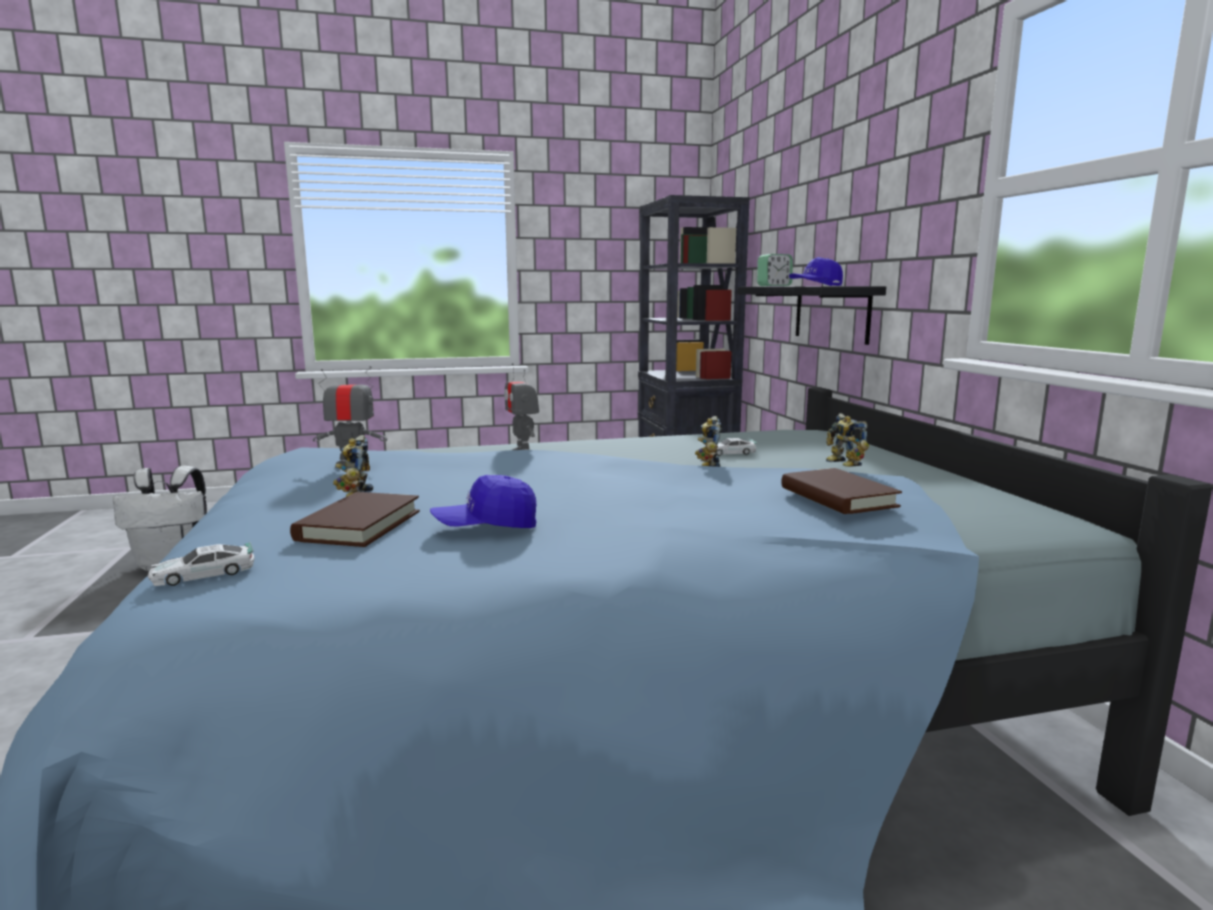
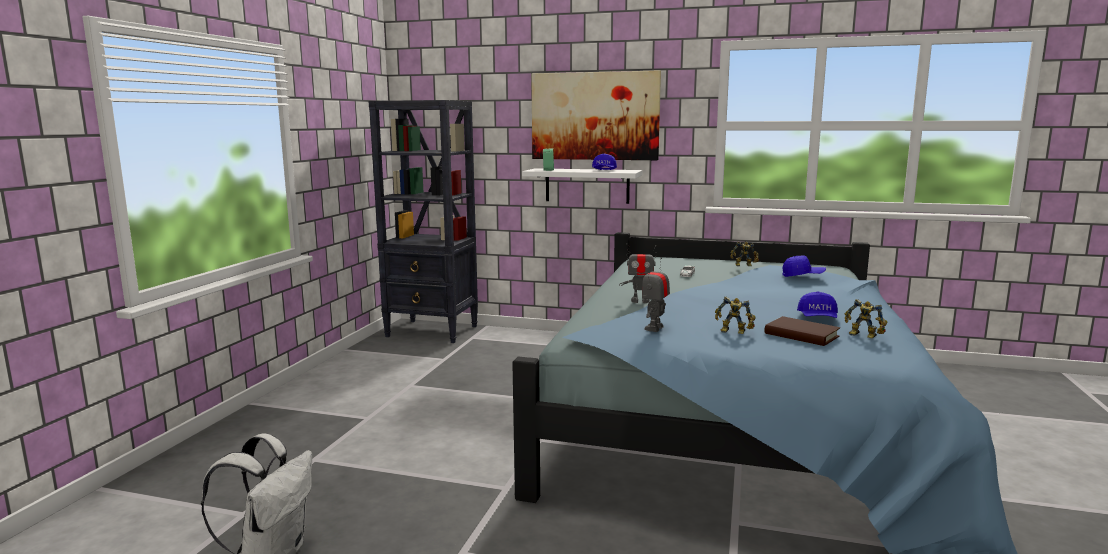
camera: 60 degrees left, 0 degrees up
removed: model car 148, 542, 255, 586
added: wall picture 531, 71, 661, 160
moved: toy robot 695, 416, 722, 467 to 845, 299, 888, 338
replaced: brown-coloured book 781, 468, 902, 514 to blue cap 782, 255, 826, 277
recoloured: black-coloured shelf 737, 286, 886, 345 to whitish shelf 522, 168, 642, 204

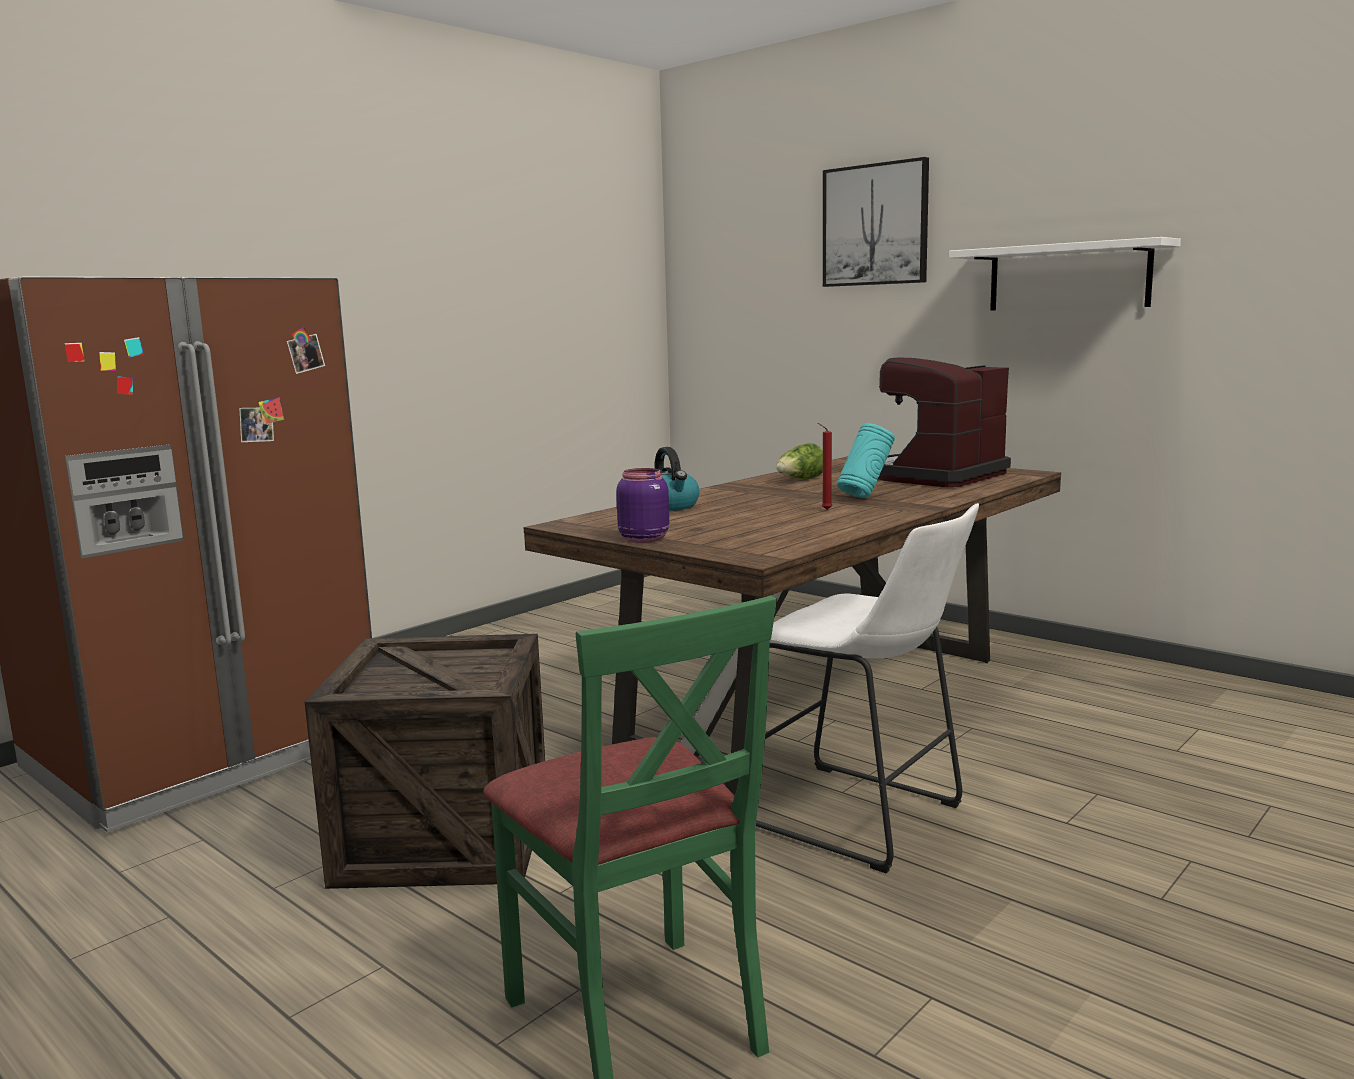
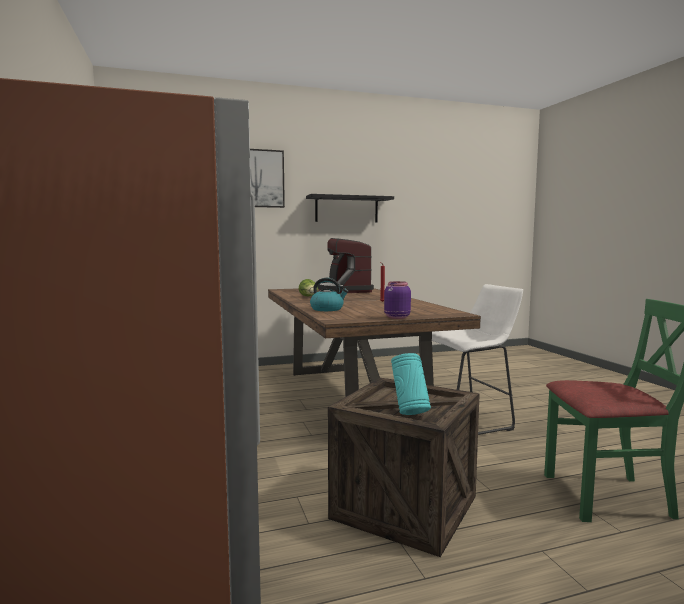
camera: 60 degrees left, 5 degrees down
moved: turquoise decorative vase 837, 423, 895, 498 to 391, 353, 431, 415
recoloured: whitish shelf 949, 237, 1181, 311 to black-coloured shelf 306, 194, 394, 222

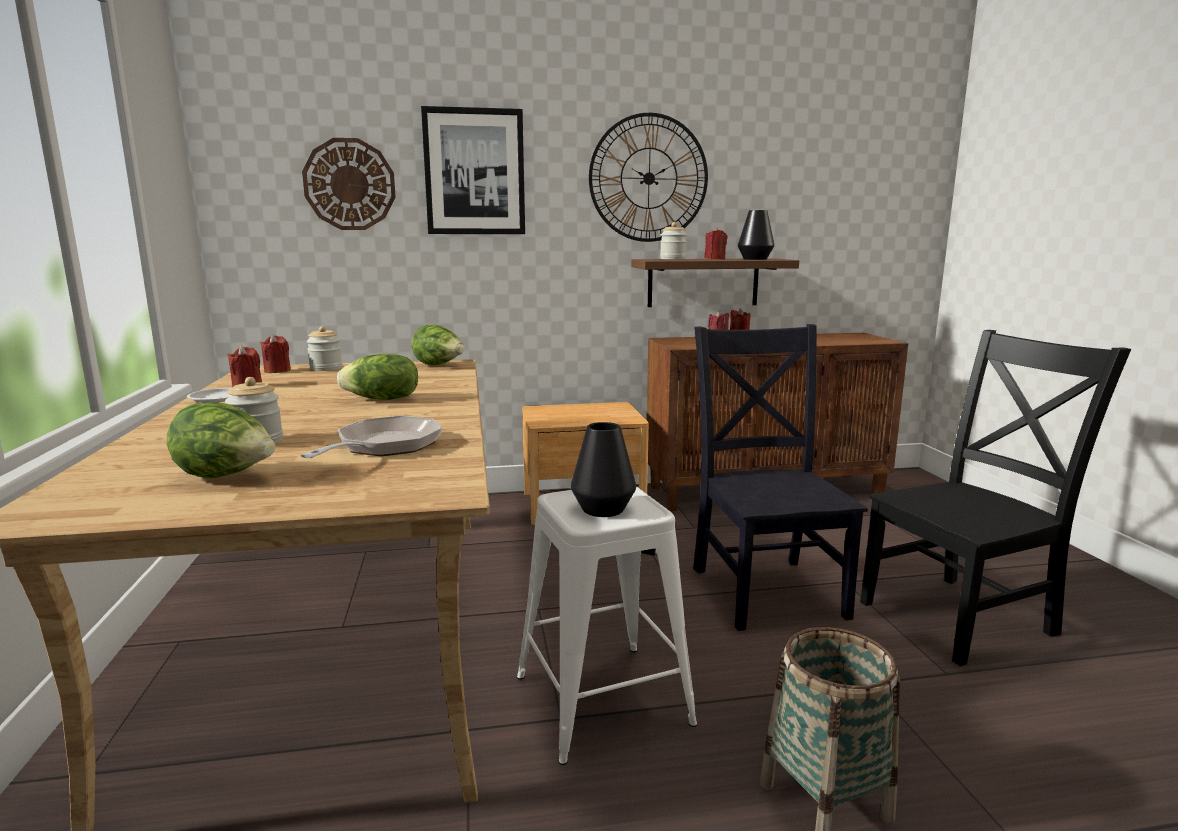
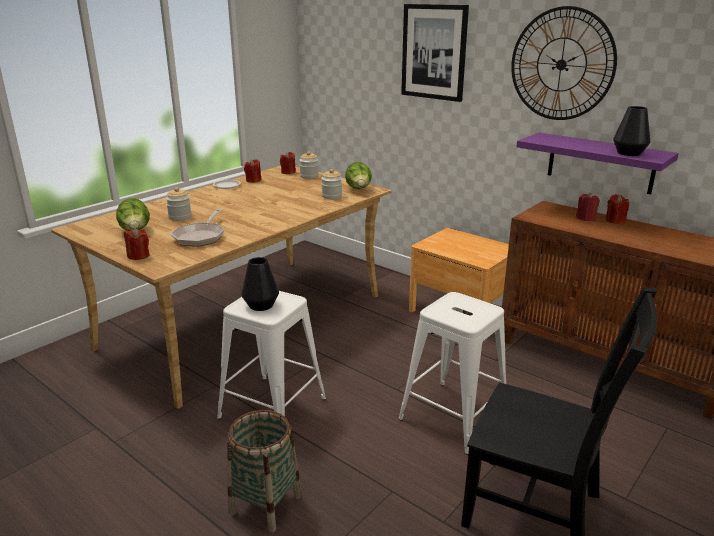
camera: 50 degrees right, 10 degrees up
removed: hanging clock 302, 138, 396, 230; head of lettuce 337, 354, 418, 400
moved: red-coloured wax light 704, 228, 727, 259 to 124, 228, 149, 260; jar 660, 222, 687, 260 to 321, 169, 342, 199
replaced: black-coloured plain chair 693, 324, 868, 631 to whitish sitting stool 398, 292, 506, 454
recoloured: brown-coloured shelf 631, 258, 799, 307 to purple-coloured shelf 517, 133, 679, 194
turned: frying pan 300, 416, 442, 458 = 171, 209, 225, 247 120 degrees clockwise

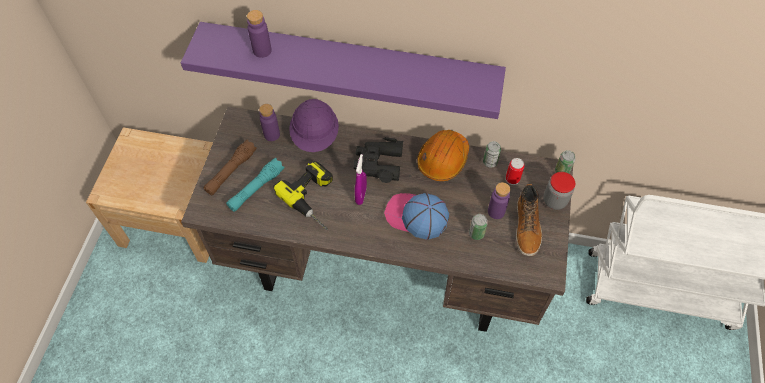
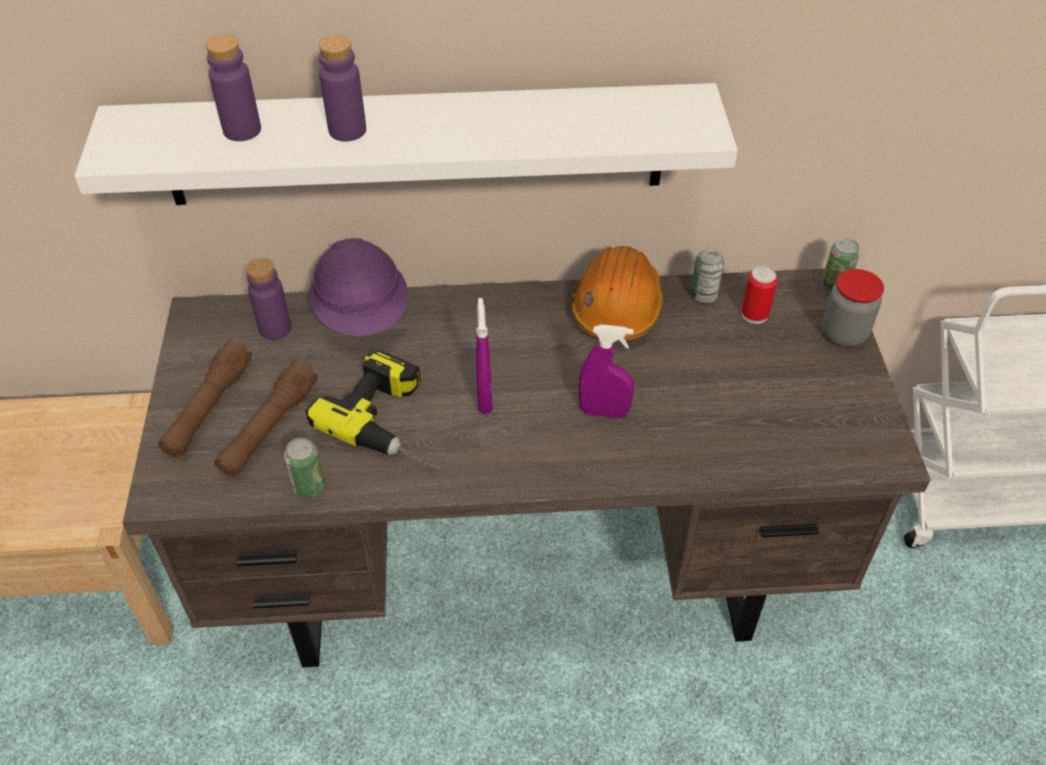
camera: 15 degrees left, 10 degrees down
removed: black-coloured pair of binoculars 354, 137, 403, 183; high-top boot 516, 184, 542, 256
moved: sealed can 469, 214, 488, 240 to 284, 438, 325, 498; purple-coloured drink bottle 488, 182, 510, 219 to 318, 35, 366, 141
replaced: cap 384, 193, 449, 240 to purple-coloured hand sprayer 578, 325, 634, 418
recoloured: purple-coloured shelf 181, 22, 506, 119 to whitish shelf 74, 83, 738, 205; turquoise torch 226, 158, 285, 212 to brown-coloured torch 214, 360, 318, 478

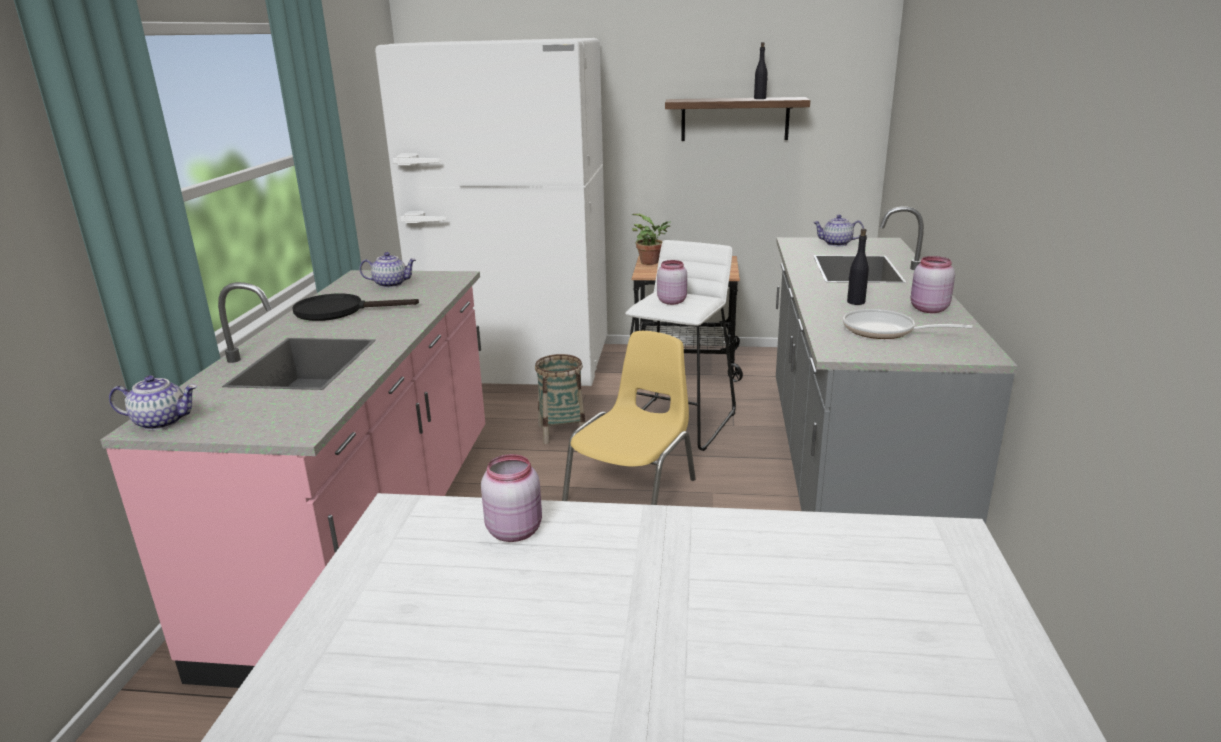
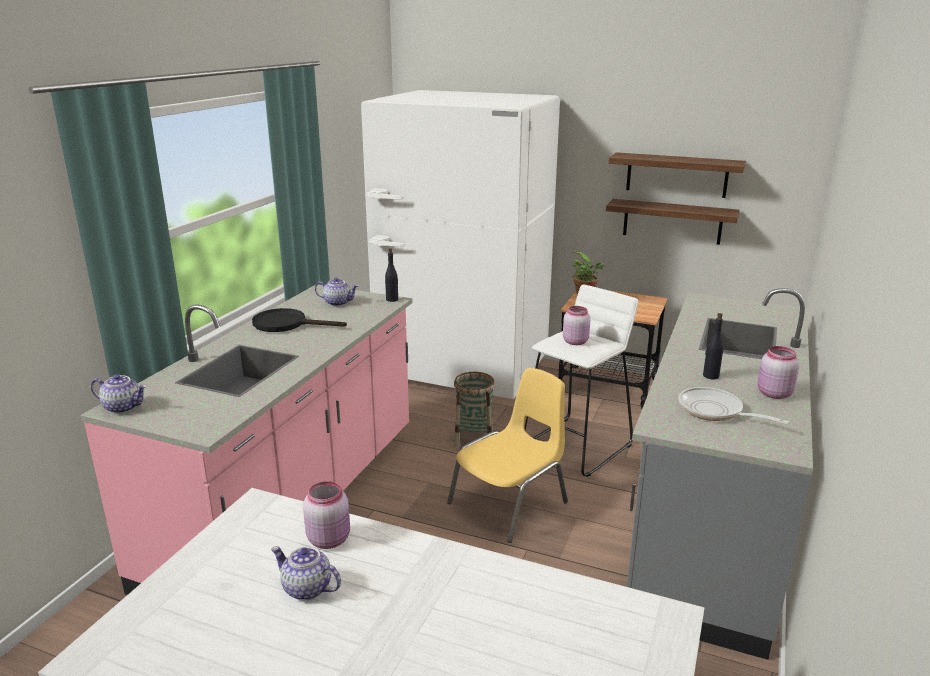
camera: 15 degrees right, 0 degrees up
added: shelf 606, 199, 740, 245
moved: teapot 813, 215, 864, 246 to 271, 546, 341, 601; black-coloured drink bottle 754, 42, 767, 99 to 385, 248, 398, 302

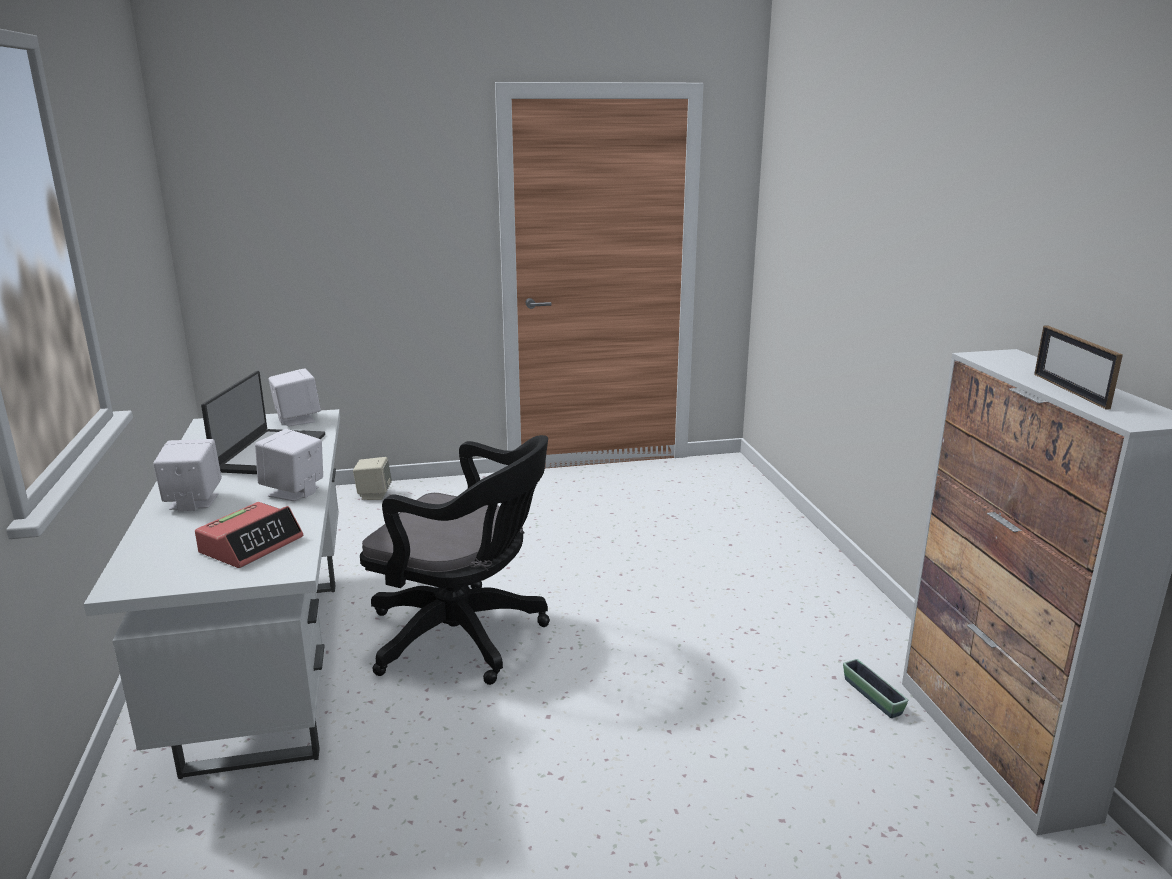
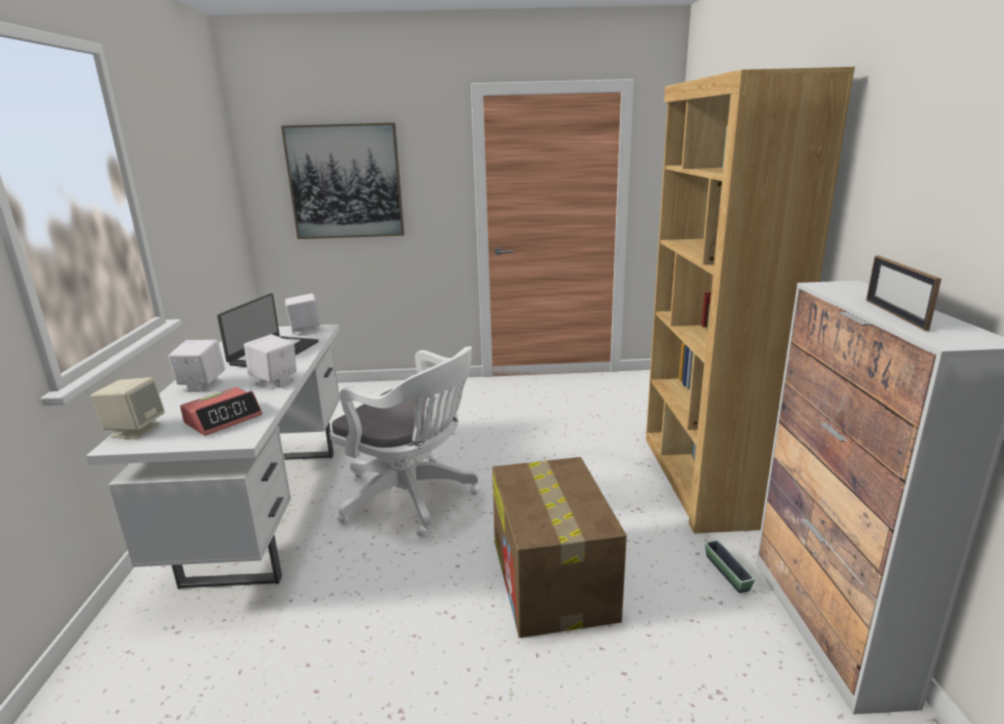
camera: 10 degrees right, 0 degrees up
added: wall picture 281, 123, 404, 239; carton 492, 457, 627, 638; brown-coloured shelving unit 646, 67, 855, 534
moved: beige-coloured audio speaker 353, 457, 392, 500 to 91, 377, 165, 440
recoloured: black-coloured office chair 360, 435, 550, 685 to whitish office chair 330, 346, 479, 537

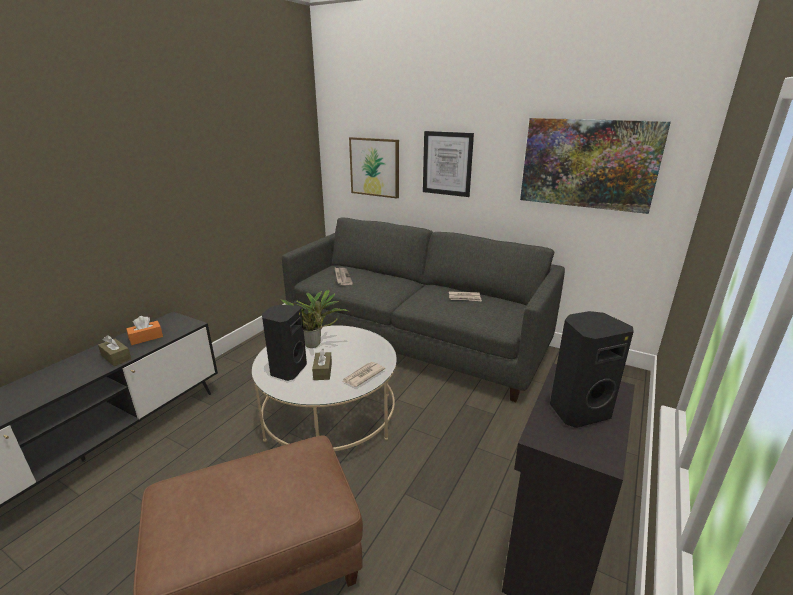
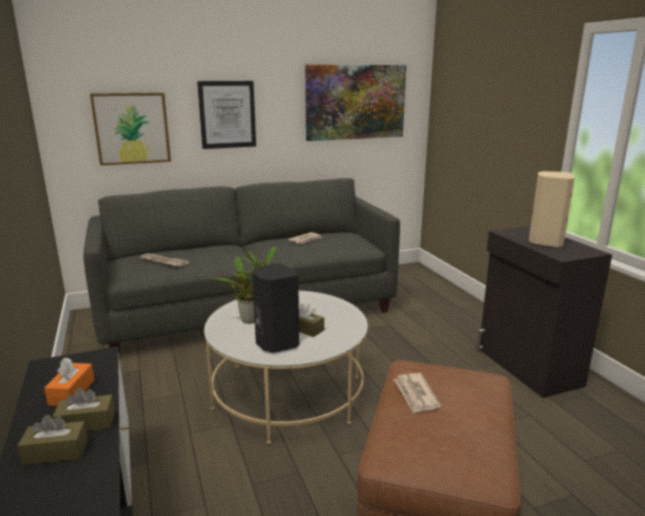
camera: 50 degrees left, 5 degrees down
added: brown-coloured box of tissues 17, 414, 88, 465
moved: printed paper 342, 362, 385, 387 to 394, 373, 441, 414
recoloured: black-coloured audio speaker 550, 311, 634, 428 to beige-coloured audio speaker 529, 171, 575, 248

